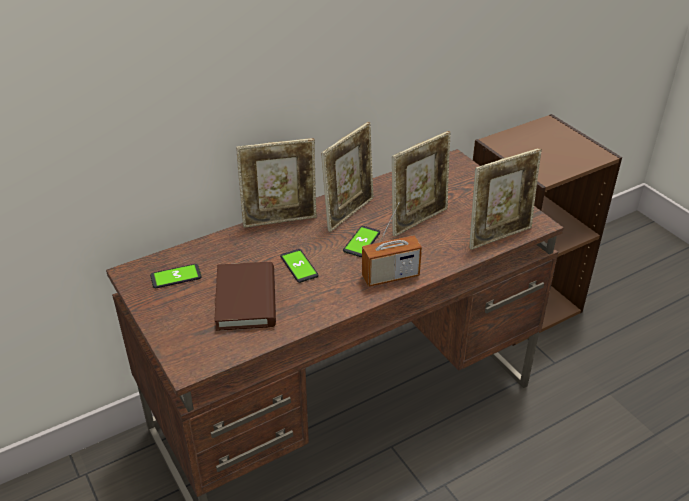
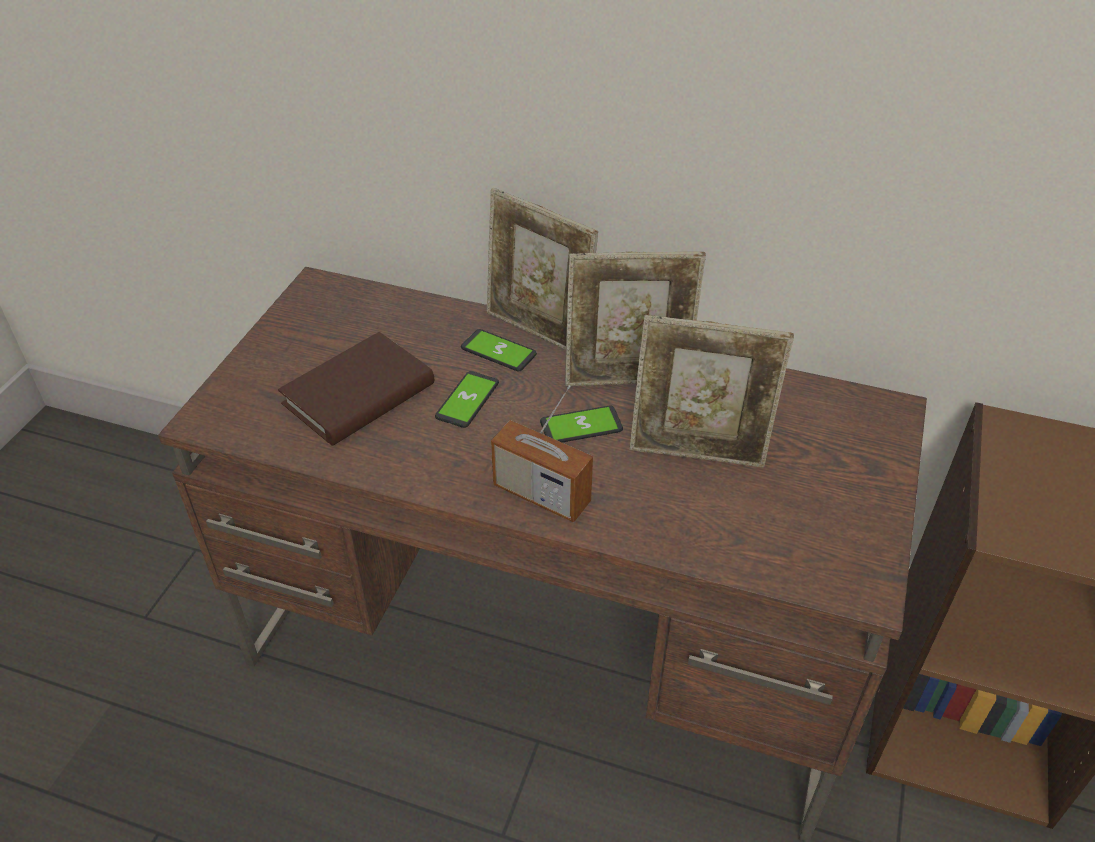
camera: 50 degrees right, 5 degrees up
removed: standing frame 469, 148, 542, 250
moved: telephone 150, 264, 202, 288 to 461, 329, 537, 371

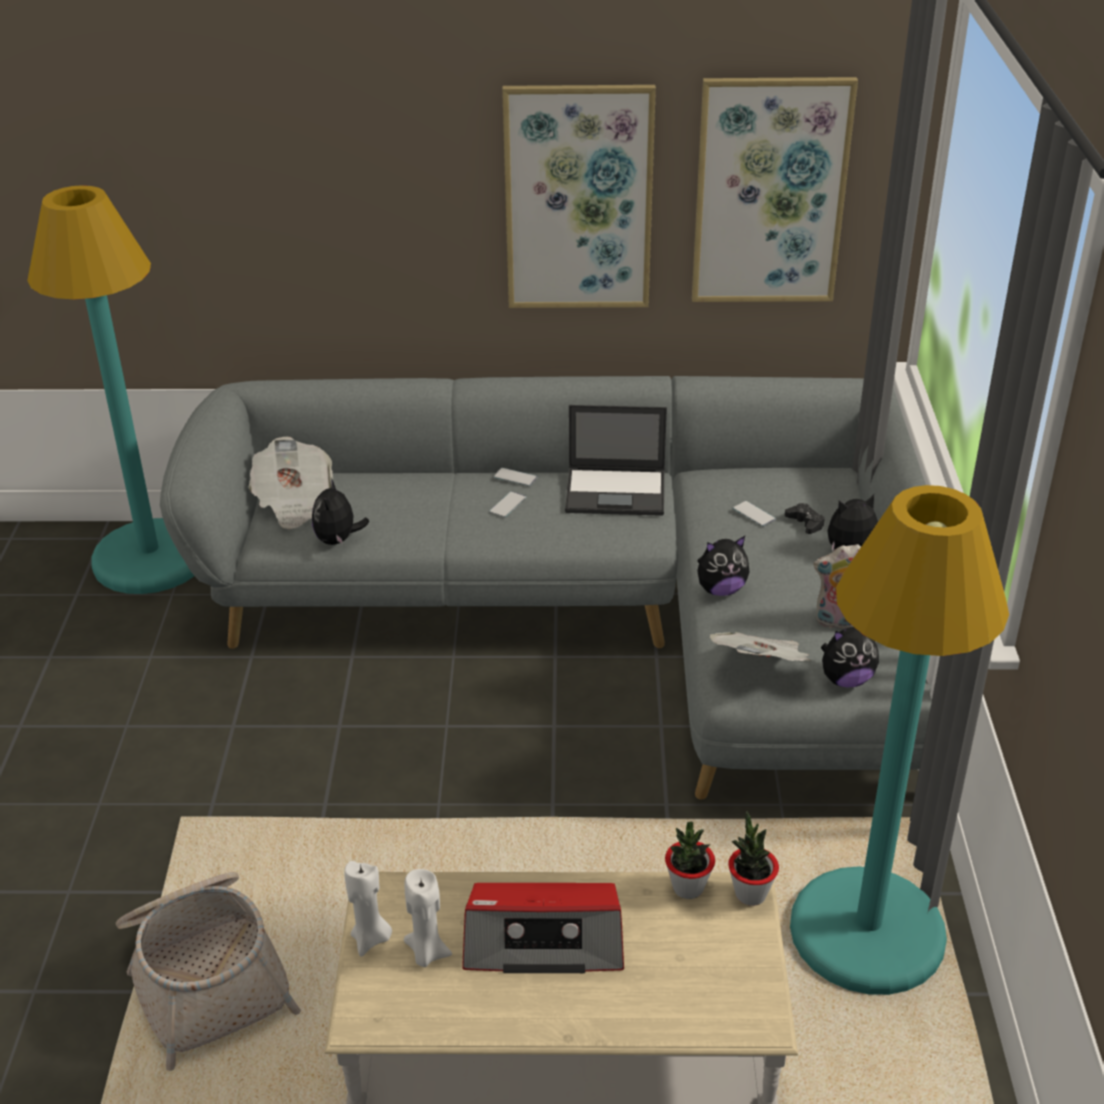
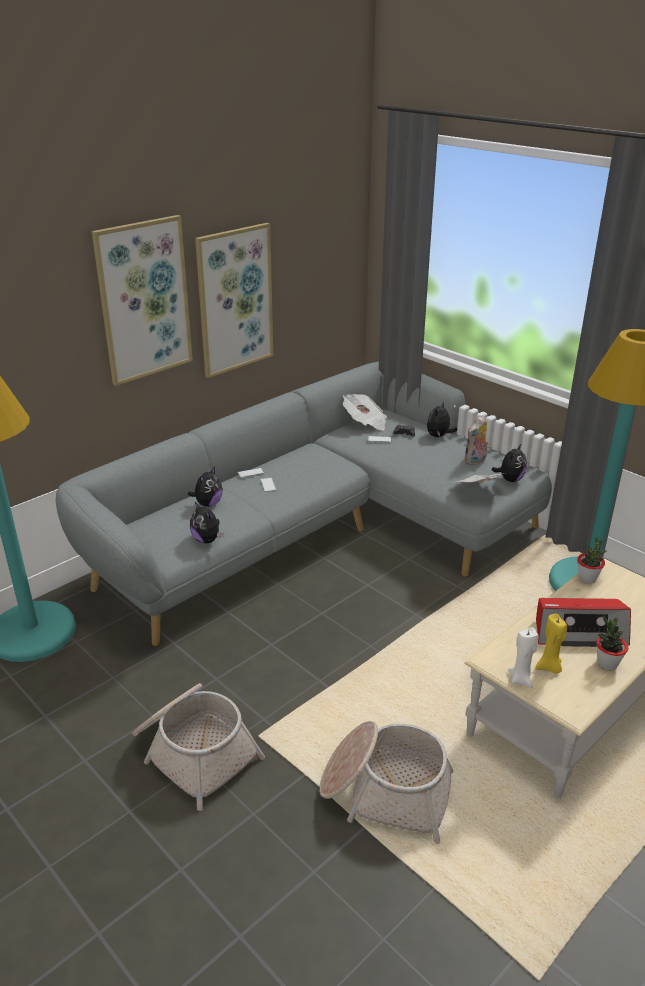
camera: 45 degrees left, 5 degrees down
removed: notebook computer 565, 405, 667, 516
added: storage basket 132, 683, 265, 811
moved: wall picture 692, 77, 858, 302 to 92, 215, 193, 386; soft toy 697, 536, 749, 596 to 188, 467, 223, 507; printed paper 248, 437, 333, 529 to 343, 394, 387, 431; potted plant 728, 811, 779, 906 to 596, 615, 628, 671
recoloured: whitish wax light 404, 869, 452, 967 to yellowish wax light 535, 614, 567, 674
turned: radio receiver 462, 883, 624, 973 = 536, 598, 631, 647 45 degrees clockwise

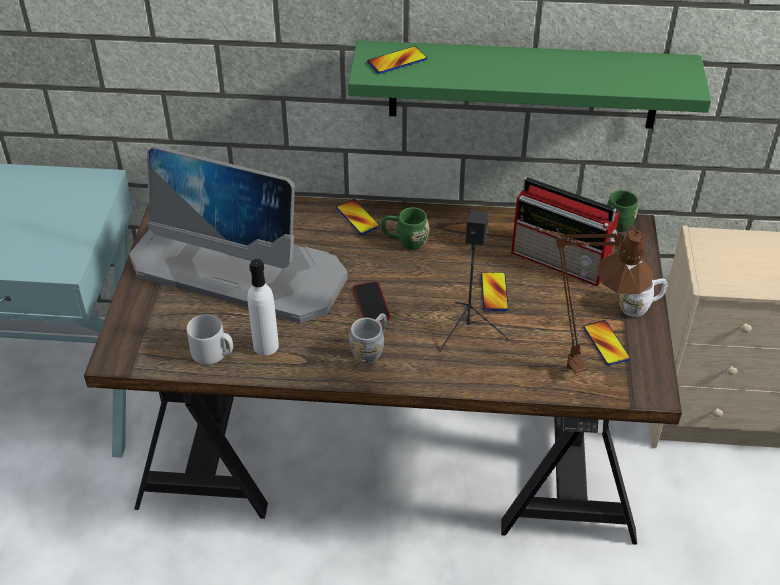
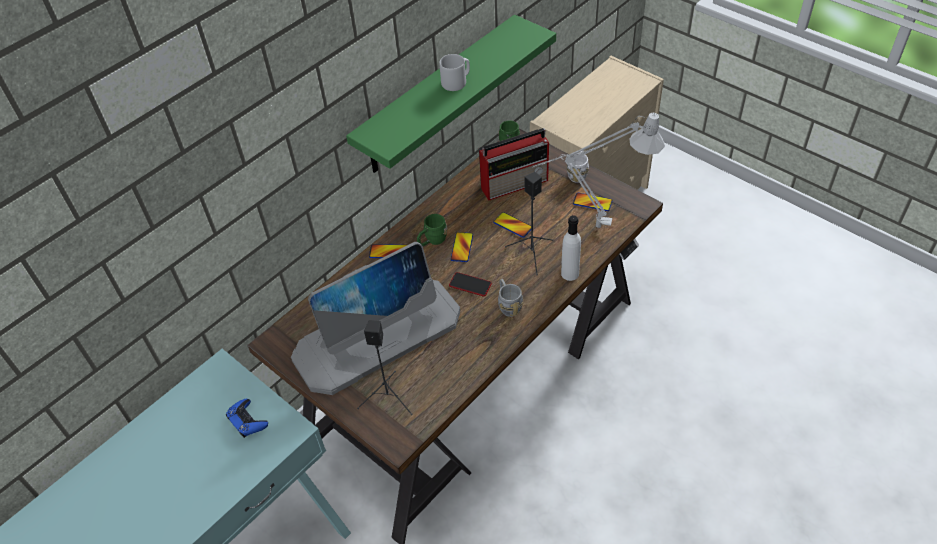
camera: 50 degrees left, 5 degrees up
added: blue joypad 226, 399, 268, 438; black-coloured audio speaker 357, 320, 413, 415
moved: gray tea mug 187, 314, 233, 365 to 439, 54, 470, 91; telephone 367, 46, 427, 74 to 451, 232, 473, 262; whitish drink bottle 247, 259, 279, 356 to 561, 215, 581, 281
recoloured: brown-coloured lamp for a table 535, 224, 653, 378 to gray lamp for a table 533, 113, 665, 228

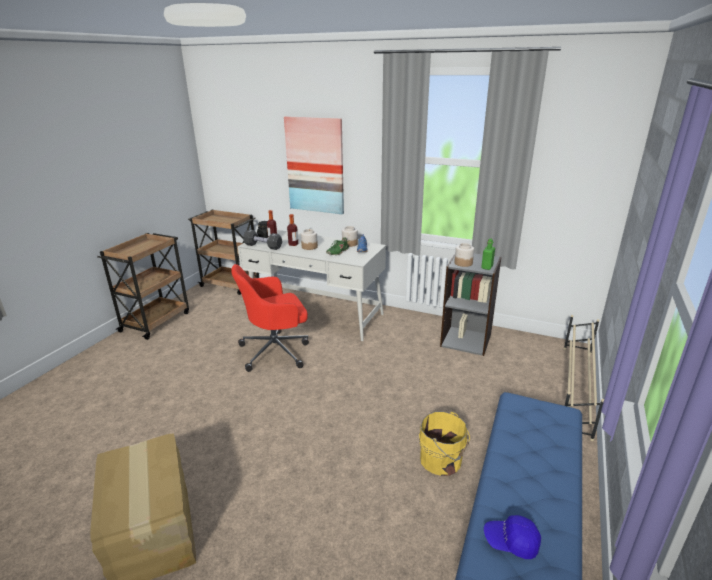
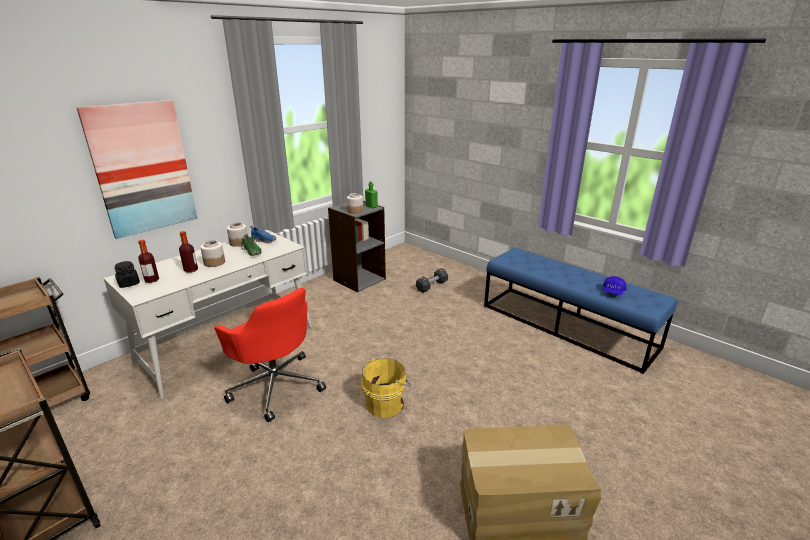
camera: 70 degrees left, 0 degrees up
removed: beige-coloured shoe shelf 564, 315, 604, 441
moved: yellowish bucket 419, 411, 470, 476 to 362, 358, 411, 418; black-coloured free weight 243, 230, 282, 250 to 416, 268, 448, 293
turned: red-coloured office chair 231, 264, 309, 372 = 214, 288, 326, 422 45 degrees counterclockwise

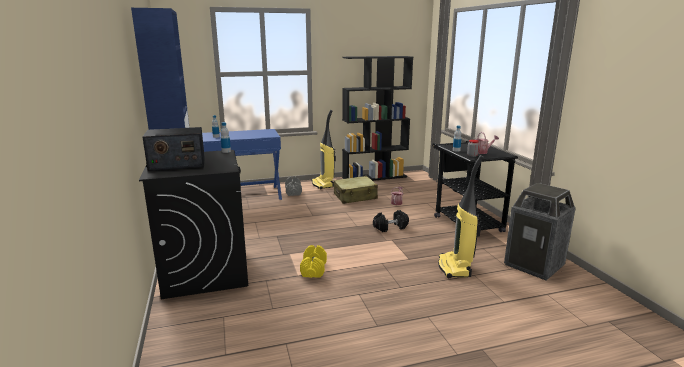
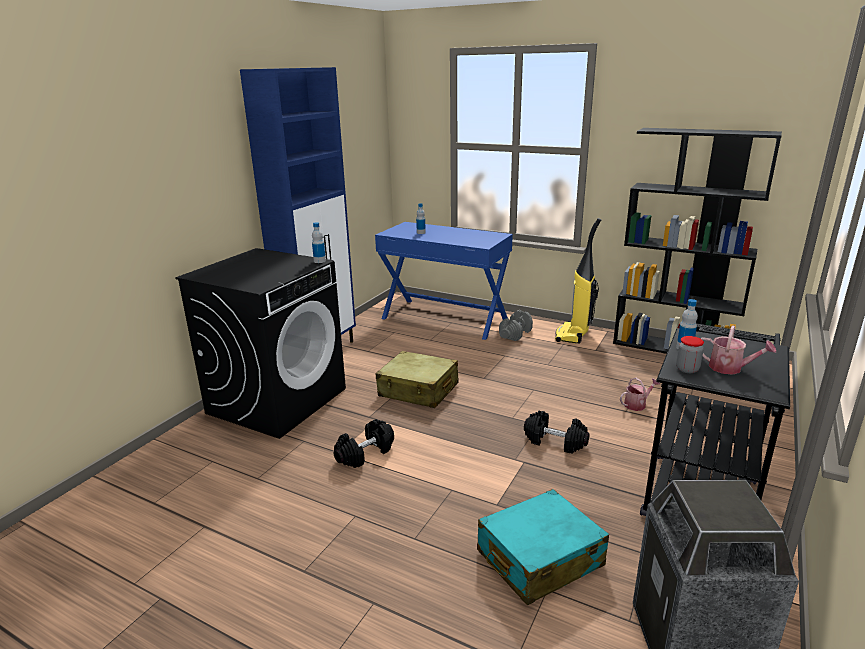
camera: 45 degrees right, 5 degrees up
removed: radio receiver 142, 127, 205, 171
moved: beige-coloured suitcase 333, 176, 378, 204 to 376, 351, 458, 408
replaced: hoover 438, 155, 484, 278 to turquoise suitcase 477, 489, 609, 605
recoloured: yellowish free weight 300, 245, 327, 278 to black-coloured free weight 334, 419, 394, 468

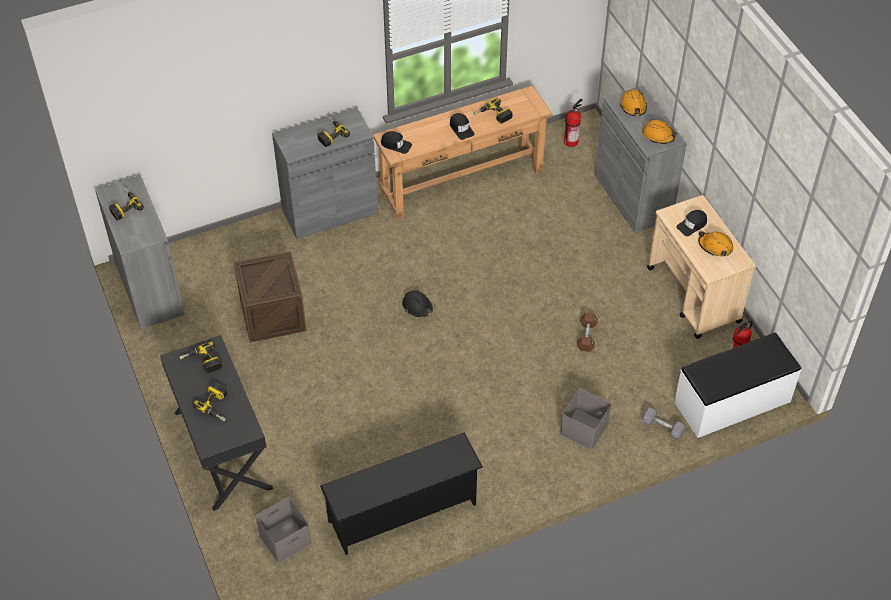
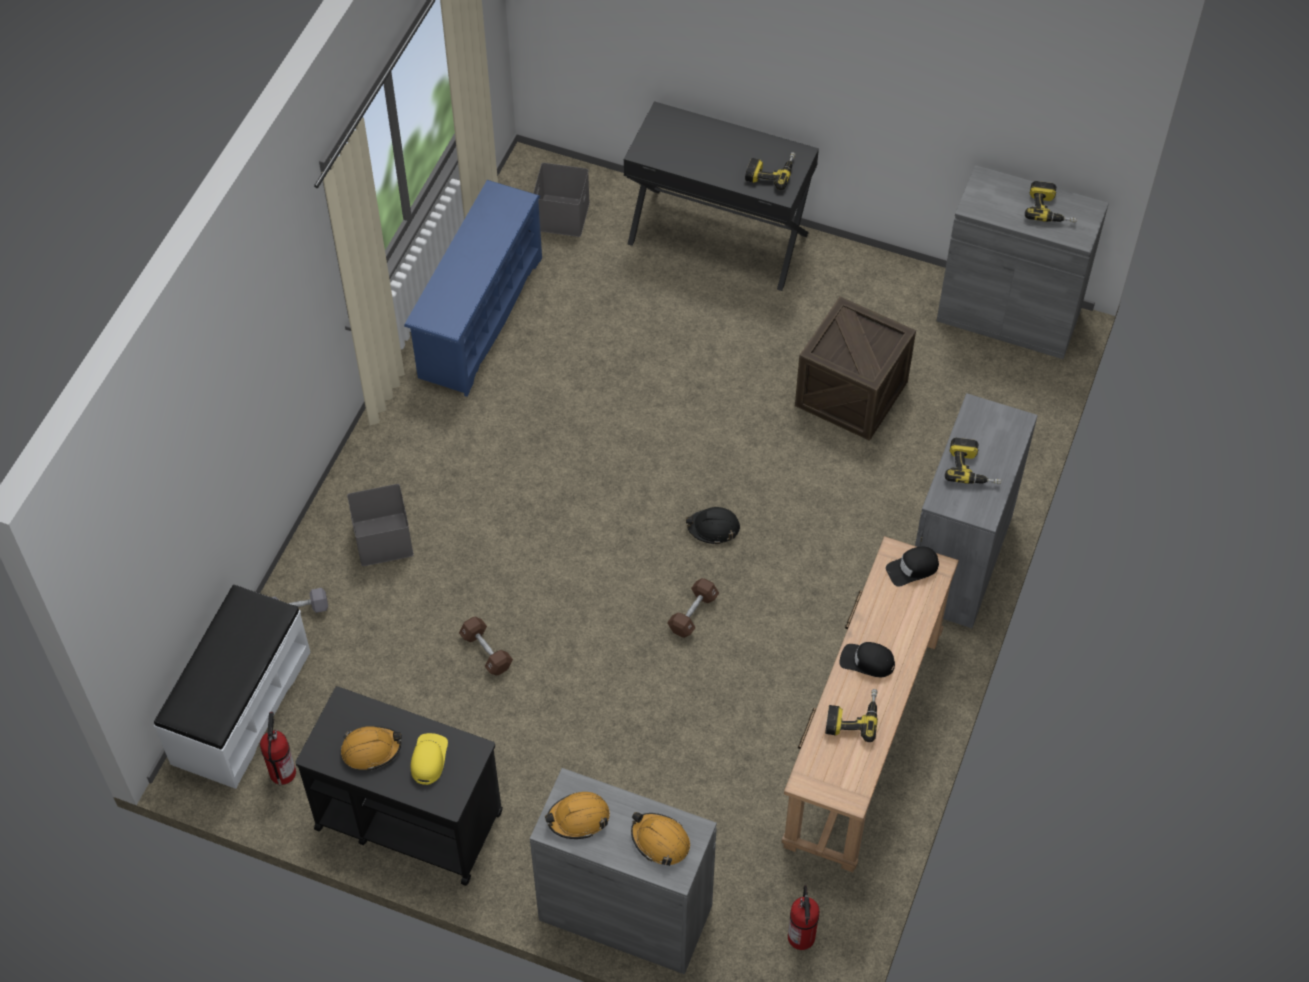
camera: 135 degrees right, 5 degrees up
removed: electric drill 193, 382, 227, 421
added: brown-coloured free weight 667, 578, 719, 638
recoloured: beige-coloured wheeled cart 647, 195, 756, 339 to black-coloured wheeled cart 295, 686, 503, 886; black-coloured shoe shelf 320, 432, 483, 555 to blue shoe shelf 404, 180, 542, 397; black-coloured cap 676, 210, 707, 236 to yellowish cap 411, 733, 448, 785

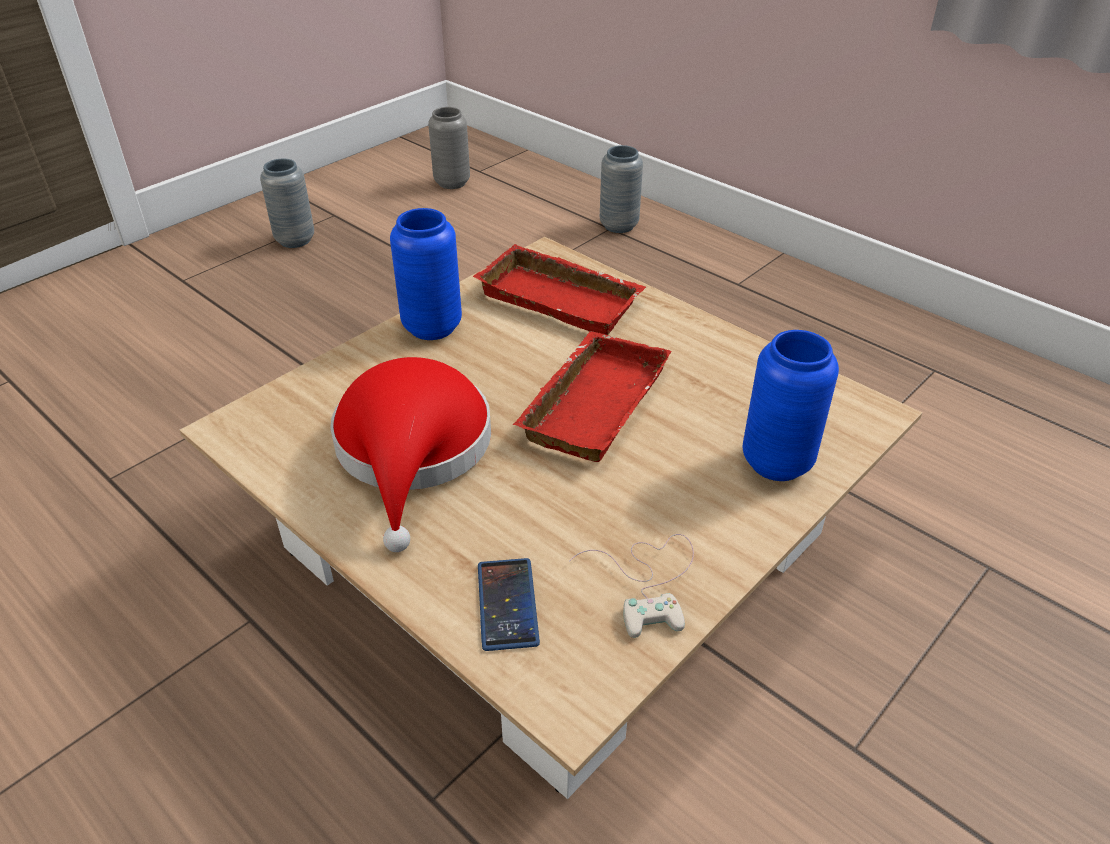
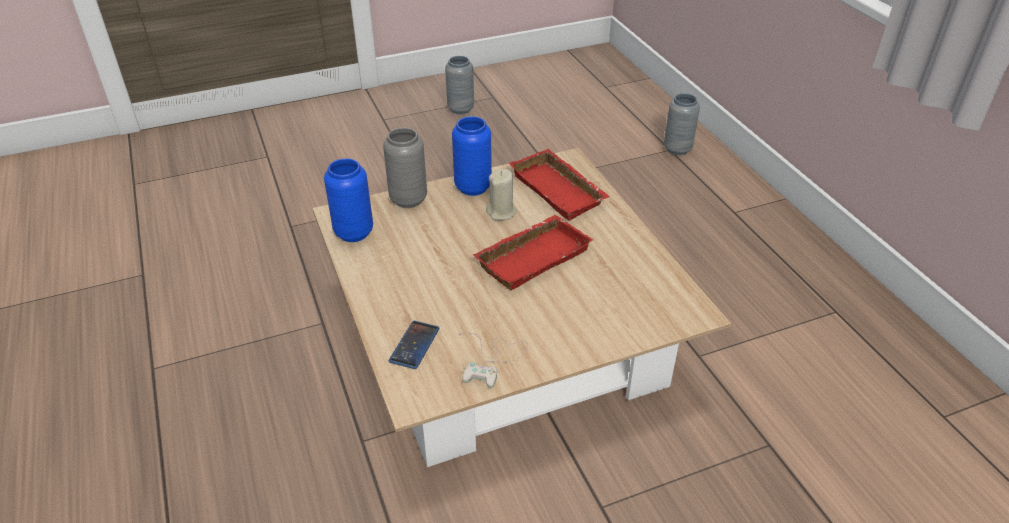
camera: 25 degrees right, 0 degrees up
removed: red-coloured hat 330, 357, 491, 552
added: beige-coloured wax light 486, 169, 517, 220
moved: blue decorative vase 743, 330, 839, 481 to 324, 158, 373, 242; gray decorative vase 428, 107, 470, 189 to 383, 128, 427, 208

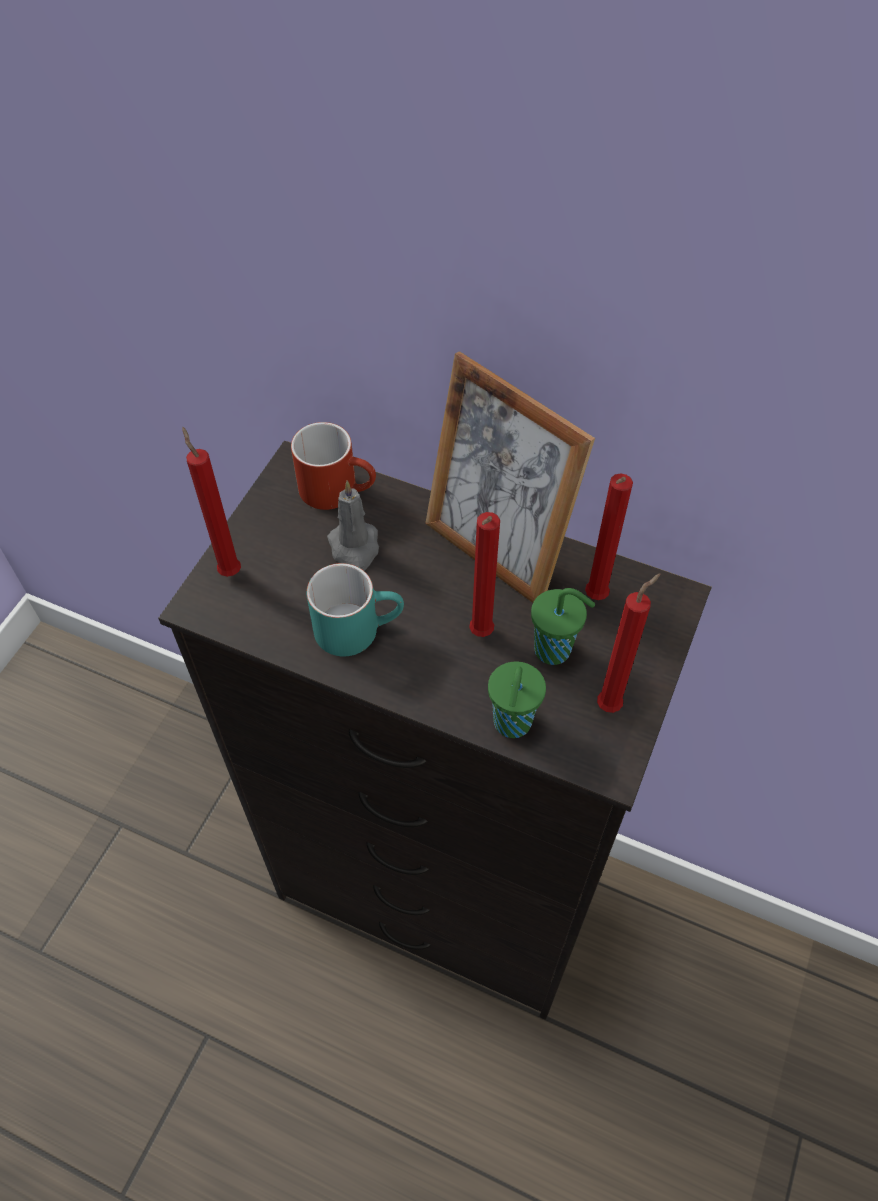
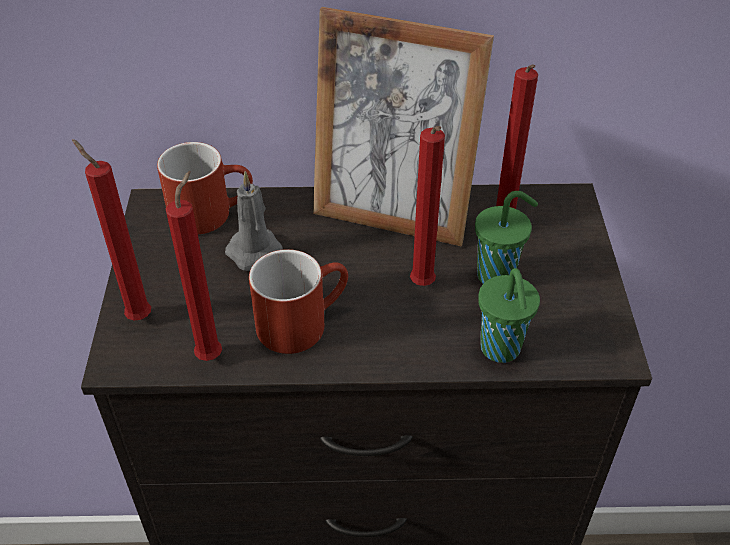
camera: 25 degrees left, 10 degrees down
moved: red-coloured wax light 597, 574, 661, 713 to 166, 171, 222, 361
recoloured: turquoise tea mug 306, 563, 404, 656 to red-coloured tea mug 249, 249, 348, 354

